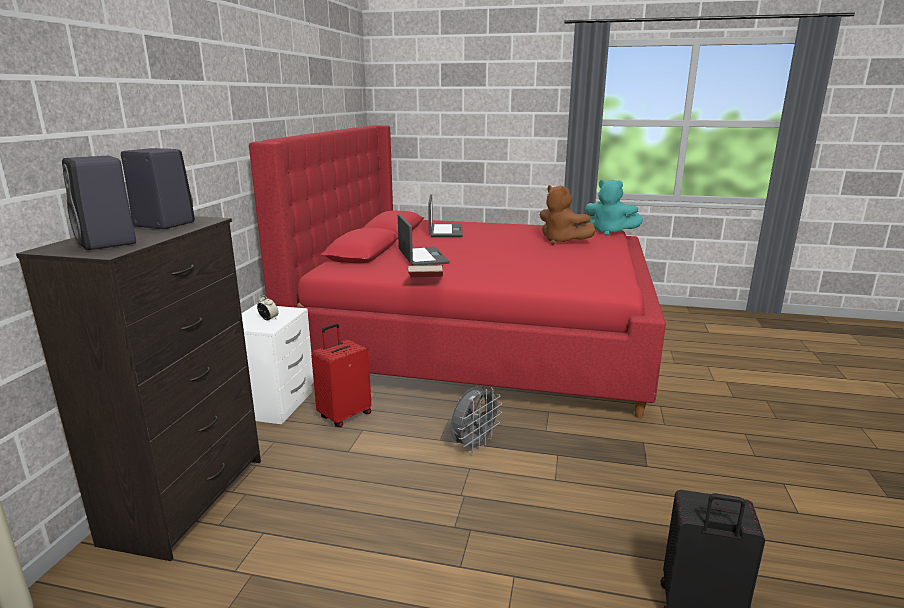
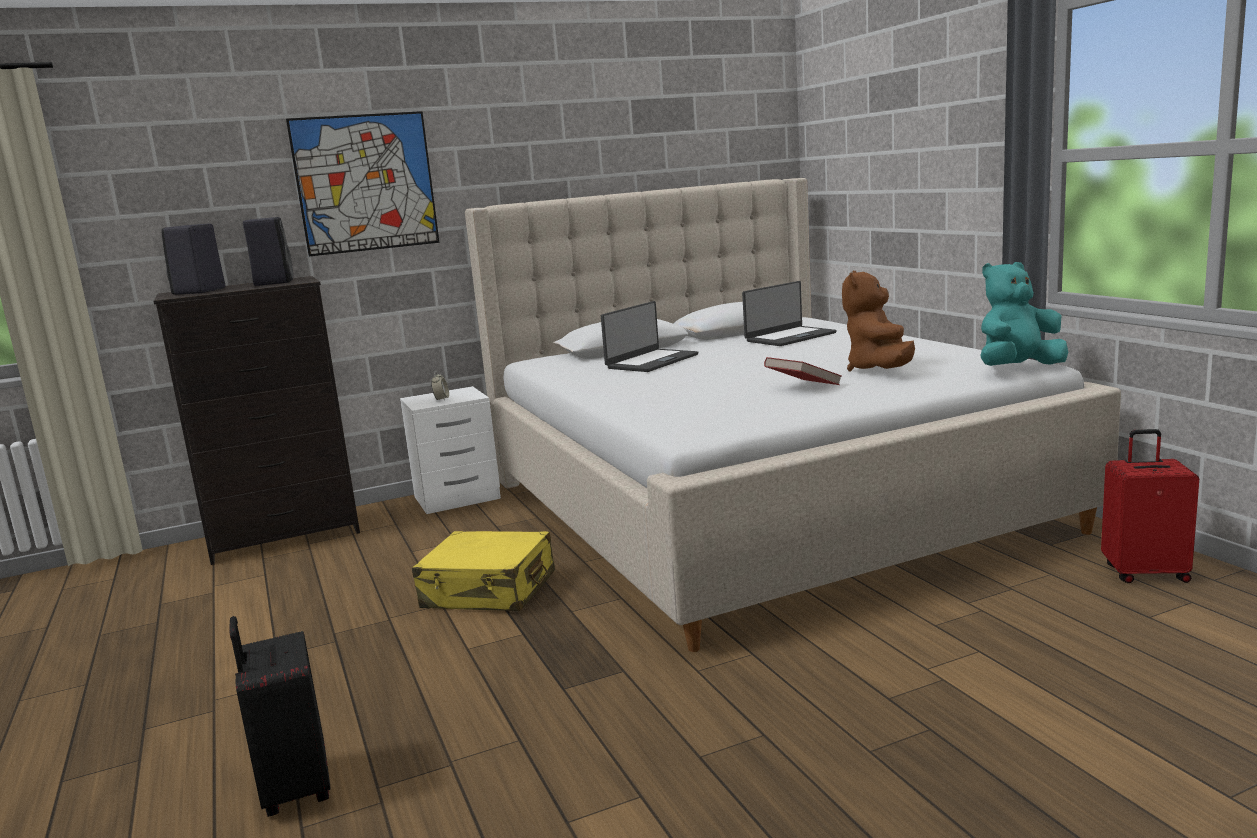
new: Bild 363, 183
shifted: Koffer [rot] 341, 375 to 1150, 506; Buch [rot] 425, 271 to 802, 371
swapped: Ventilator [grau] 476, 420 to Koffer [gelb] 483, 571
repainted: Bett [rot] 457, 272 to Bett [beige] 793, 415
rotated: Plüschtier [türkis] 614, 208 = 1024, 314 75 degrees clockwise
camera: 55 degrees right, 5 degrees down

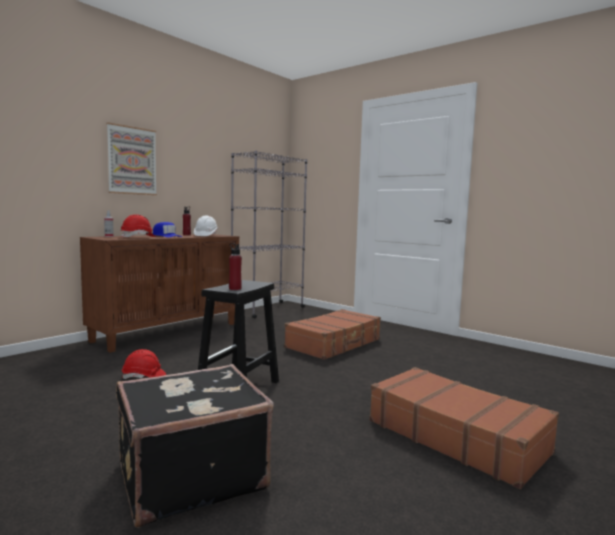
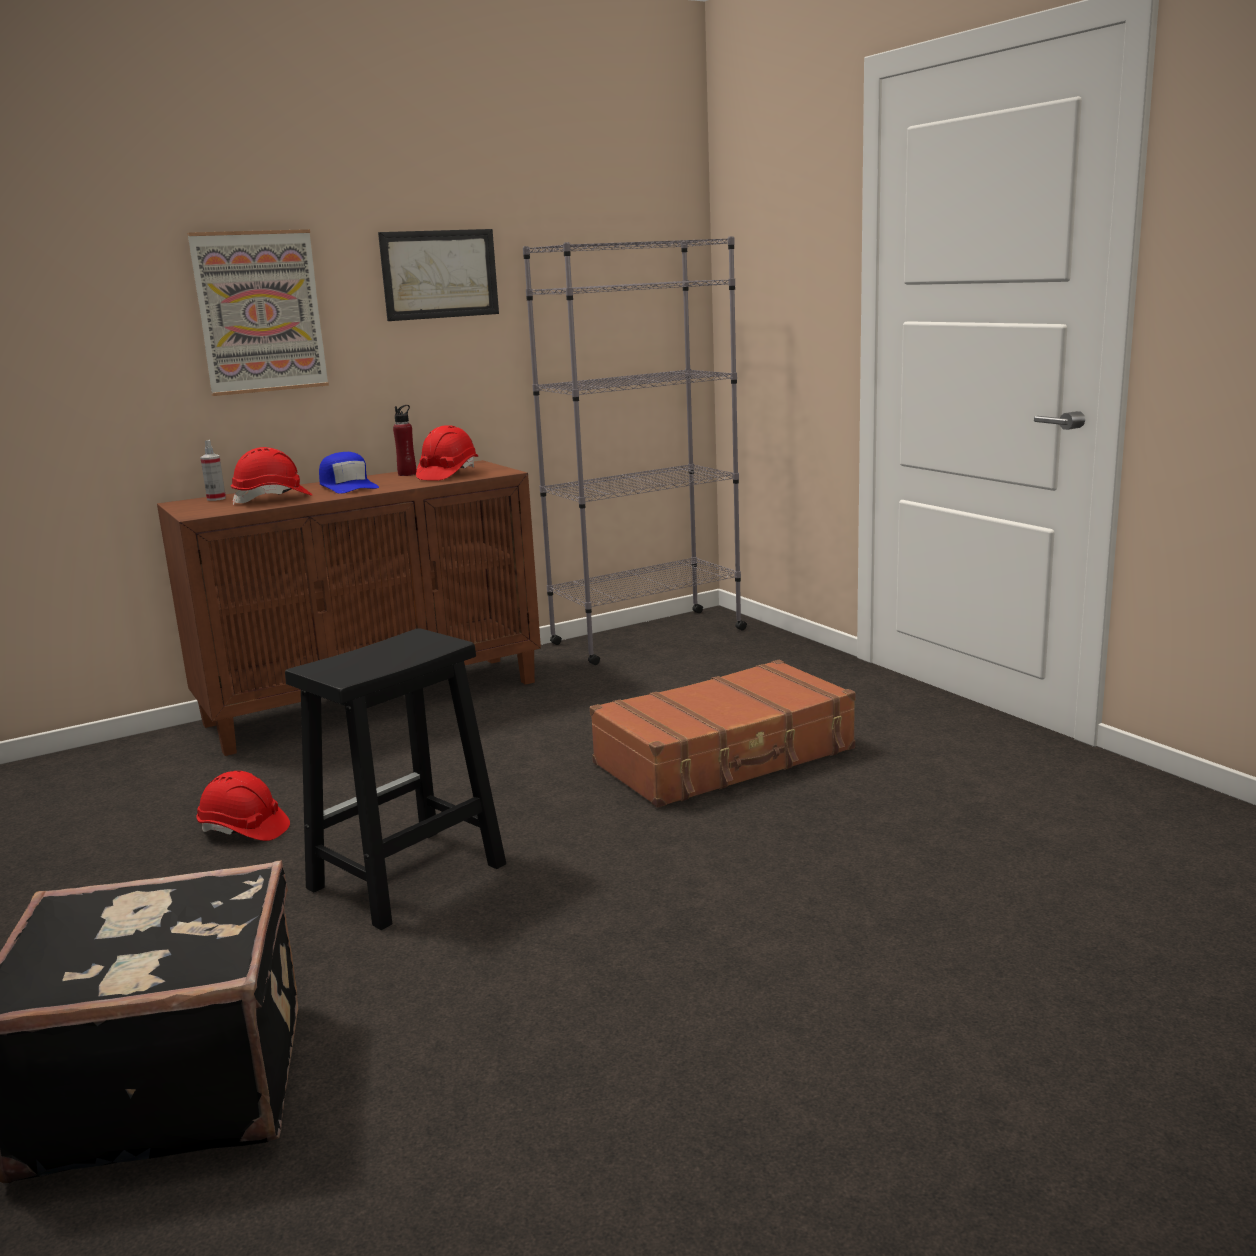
gone: Flasche [rot] 235, 266; Koffer [braun] 464, 428
new: Bild 438, 275
repainted: Schutzhelm [weiß] 206, 226 to Schutzhelm [rot] 447, 453
camera: 20 degrees right, 10 degrees up

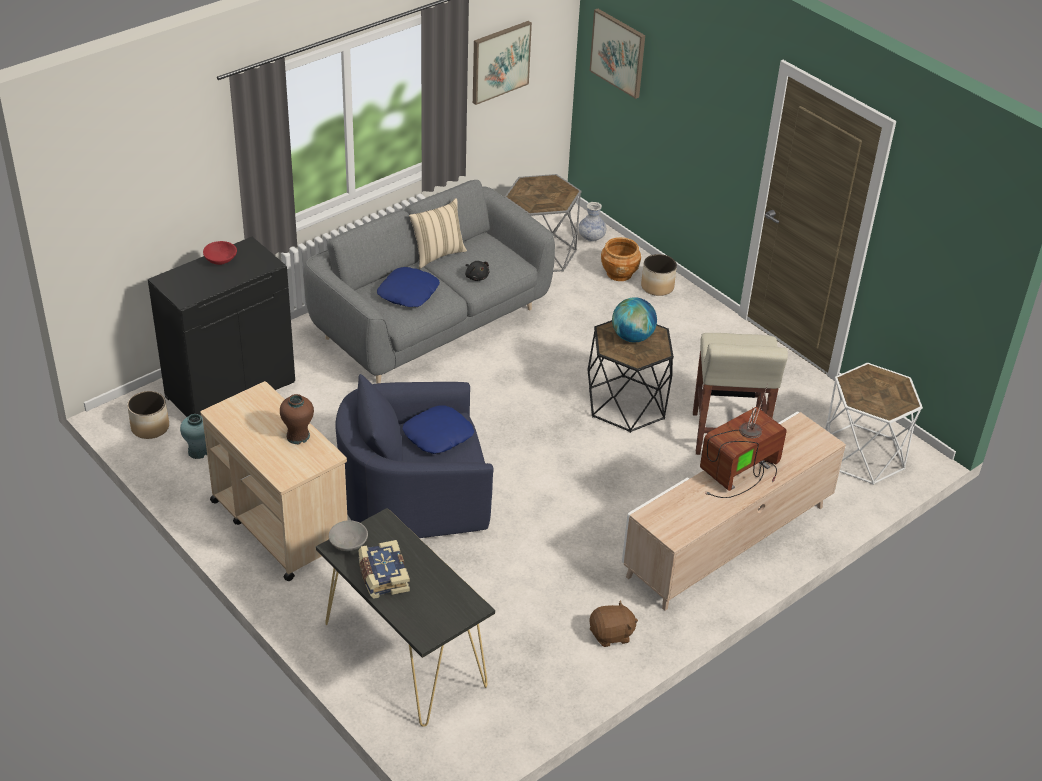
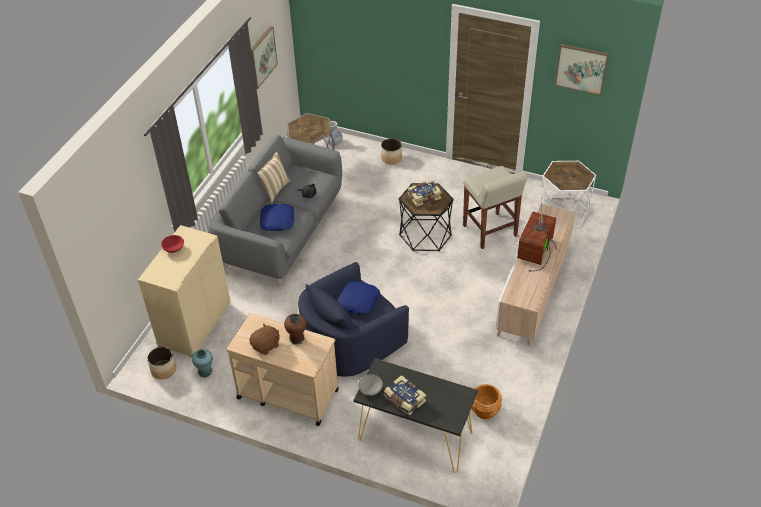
shifted: Plüschtier [braun] 613, 623 to 264, 339; Bild 617, 54 to 582, 69; Pflanzkübel [braun] 621, 259 to 486, 401
swapped: Globus 634, 320 to Buch 425, 193
repainted: Schrank [schwarz] 221, 327 to Schrank [beige] 184, 291
camera: 25 degrees left, 5 degrees up

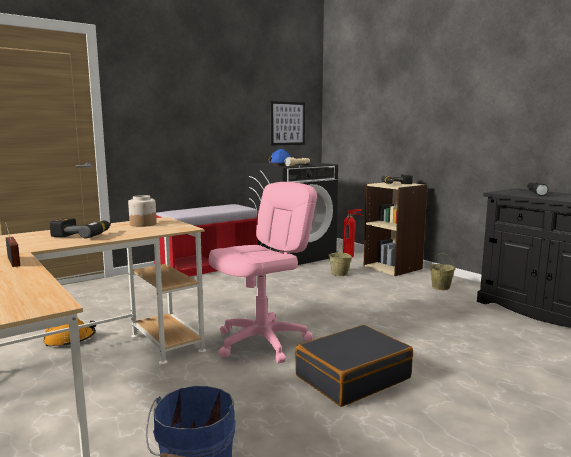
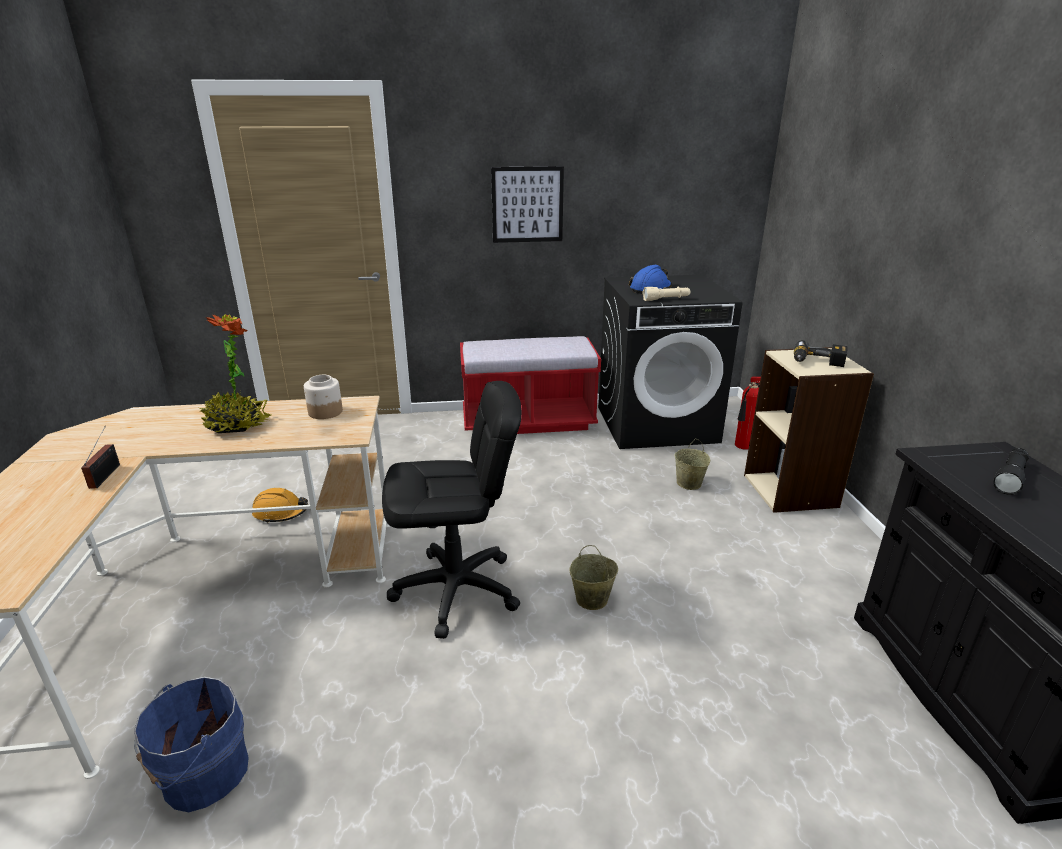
gone: Koffer [schwarz] 354, 366
shifted: Bild 288, 123 to 527, 204; Eimer [beige] 442, 271 to 594, 577
swapped: Bohrmaschine 80, 228 to Topfpflanze 235, 373
repainted: Bürostuhl [rosa] 263, 272 to Bürostuhl [schwarz] 452, 510
camera: 30 degrees right, 15 degrees up

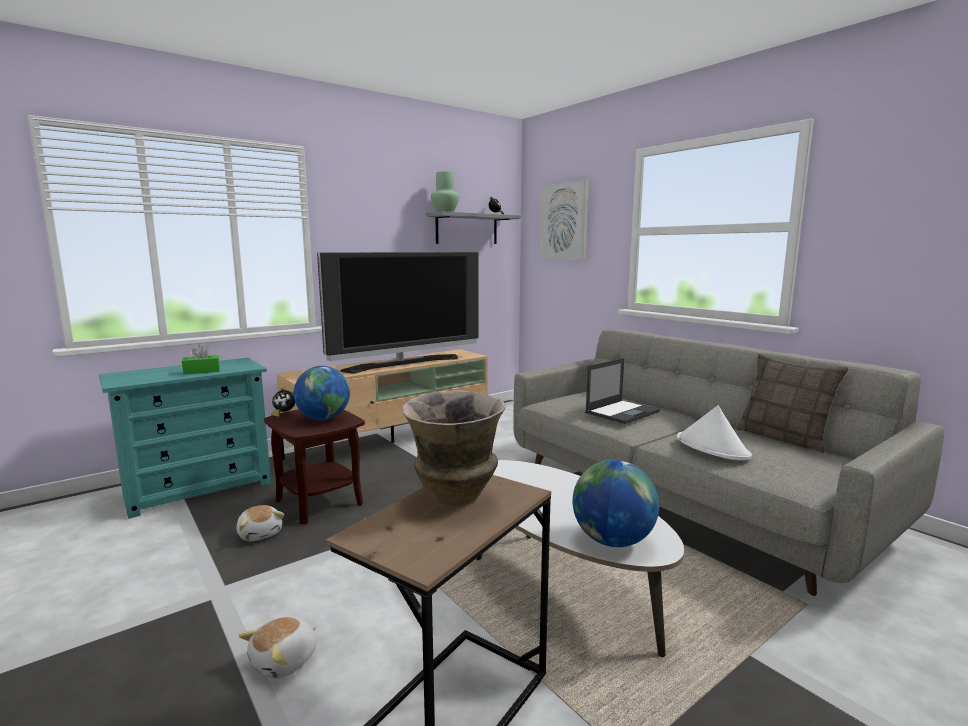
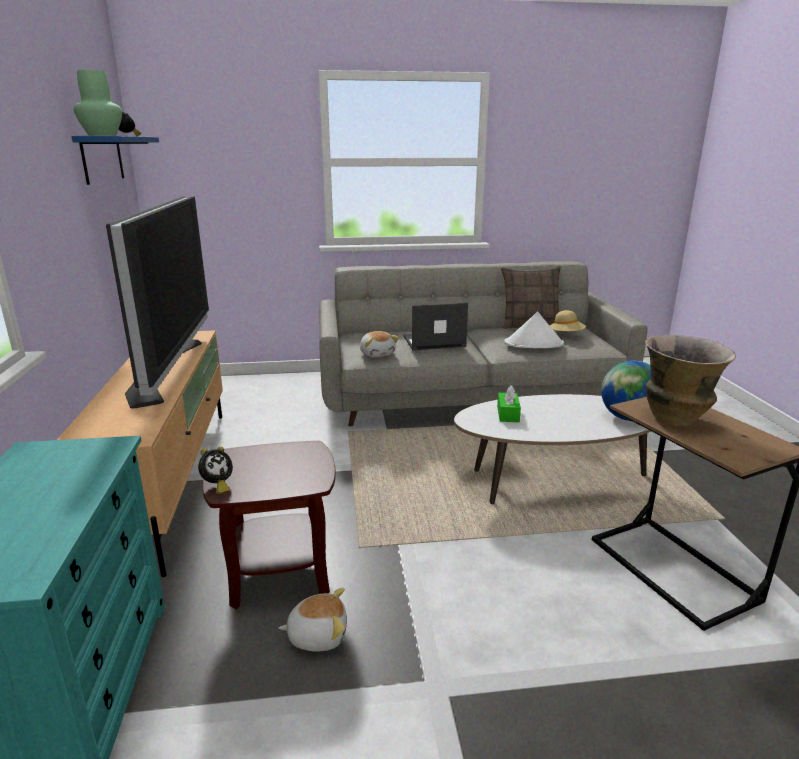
gone: Globus 322, 393; Bild 564, 219
new: Hut [beige] 567, 320
shifted: Taschentuchbox [grün] 201, 360 to 509, 404; Plüschtier 278, 648 to 379, 344
repainted: Wandregal [grau] 473, 227 to Wandregal [blau] 115, 160
rotated: Laptop 622, 391 = 436, 326 90 degrees counterclockwise
camera: 60 degrees left, 10 degrees up

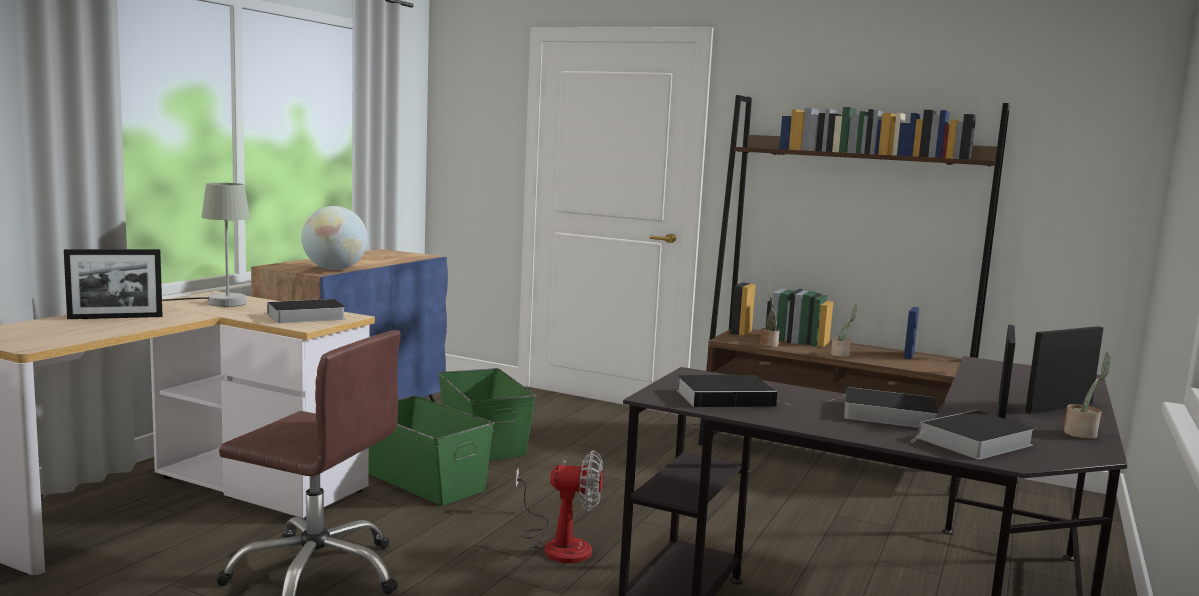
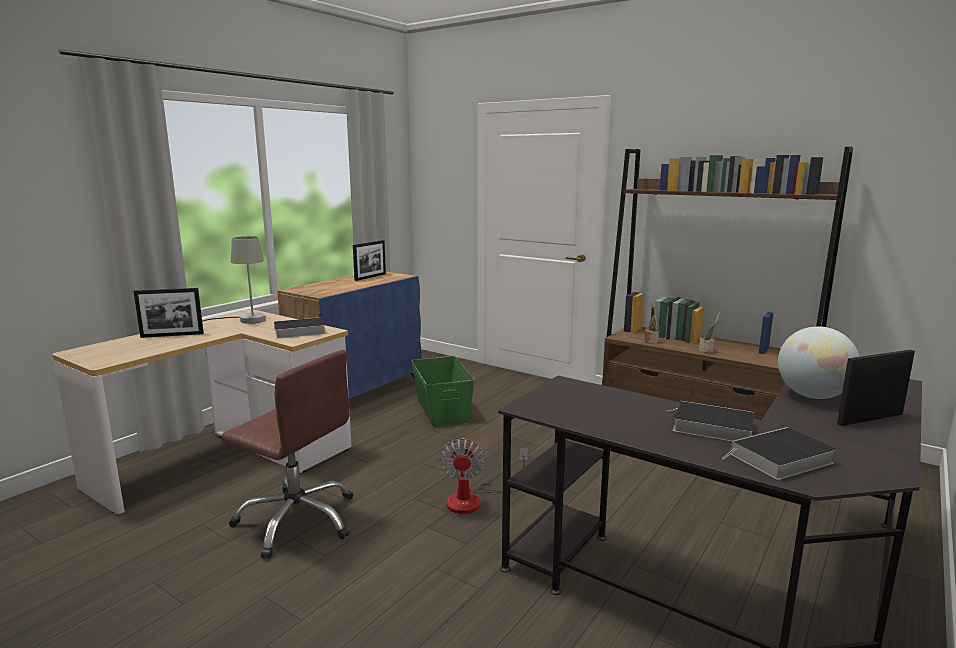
gone: Aufbewahrungsbox [grün] 431, 451; Buch 730, 391; Topfpflanze 1087, 395
shifted: Globus 334, 238 to 819, 362; Bilderrahmen 1006, 372 to 369, 260
rotated: Ventilator 559, 506 = 484, 476 75 degrees clockwise
camera: 10 degrees right, 5 degrees up

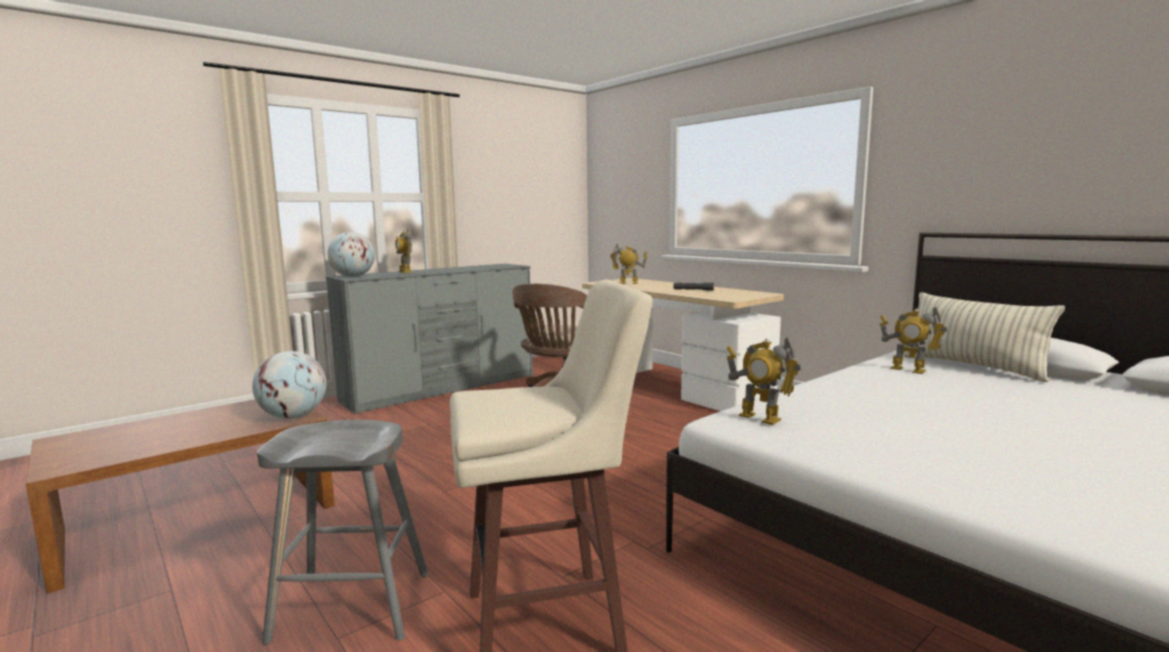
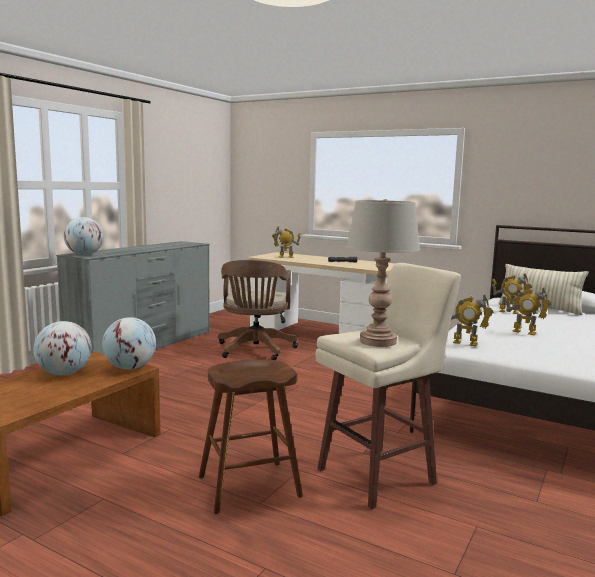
new: Globus 63, 348; Tischlampe [grau] 383, 273
shifted: Spielzeugroboter 404, 250 to 528, 311
repainted: Hocker [grau] 342, 532 to Hocker [braun] 251, 436
camera: 20 degrees left, 0 degrees up

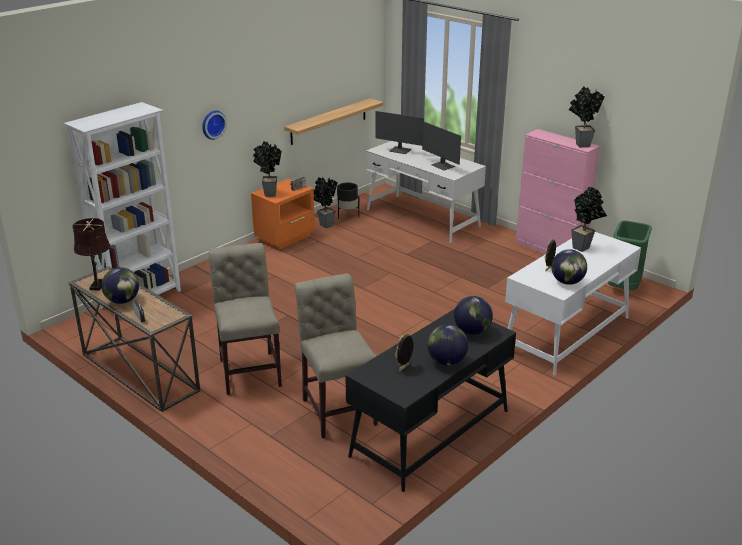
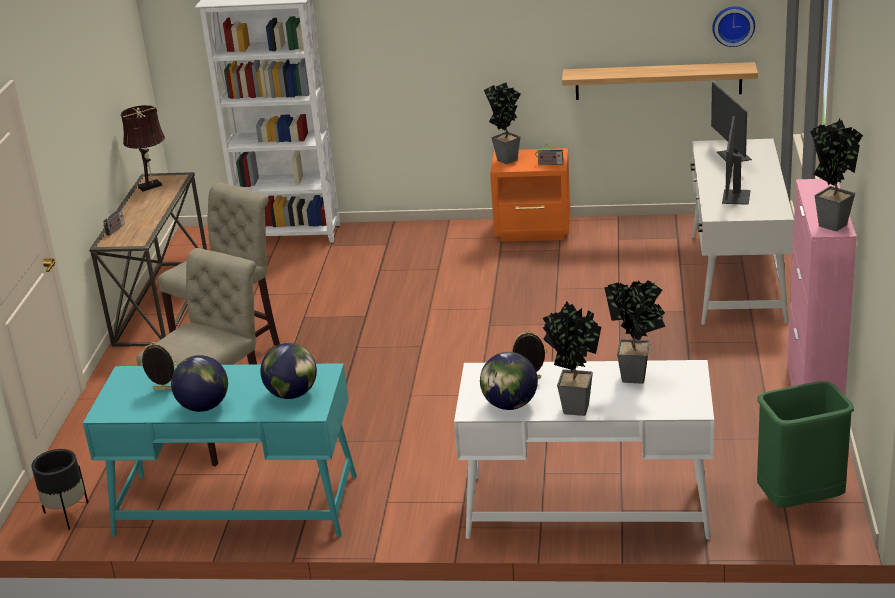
gone: Globus 120, 285
shifted: Wanduhr 214, 125 to 733, 26; Topfpflanze 325, 202 to 572, 359; Pflanzkübel [schwarz] 348, 201 to 59, 489
repainted: Schreibtisch [schwarz] 430, 400 to Schreibtisch [türkis] 220, 450
camera: 55 degrees right, 0 degrees up

